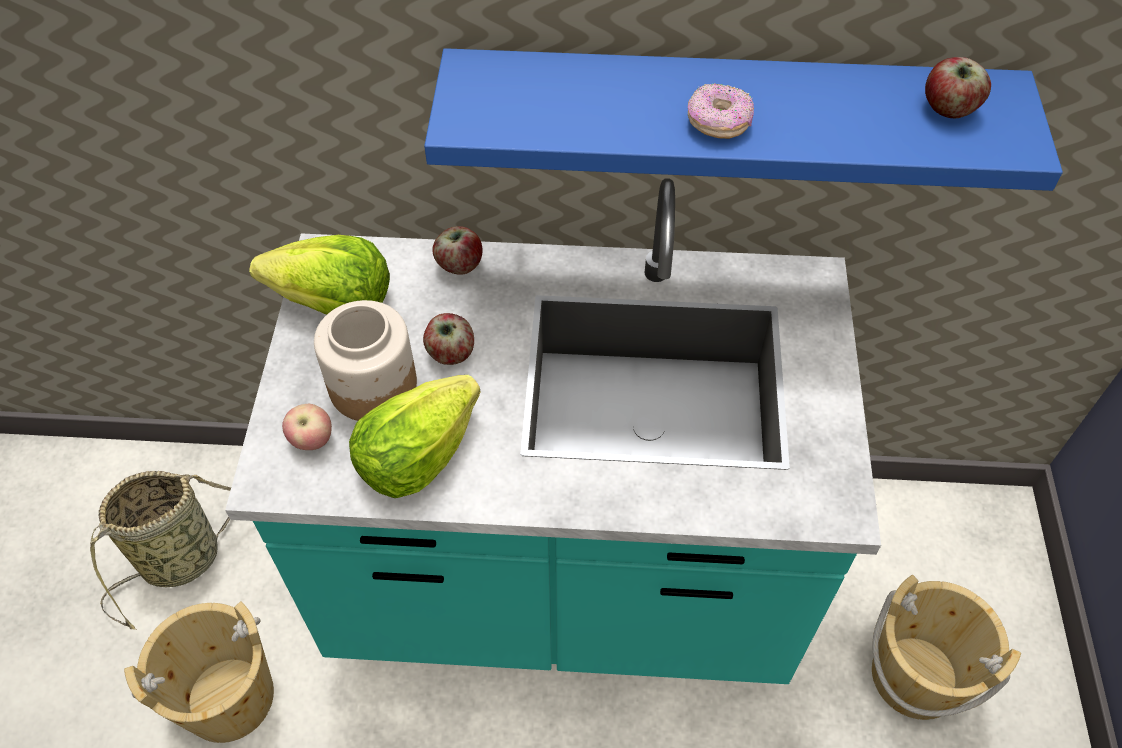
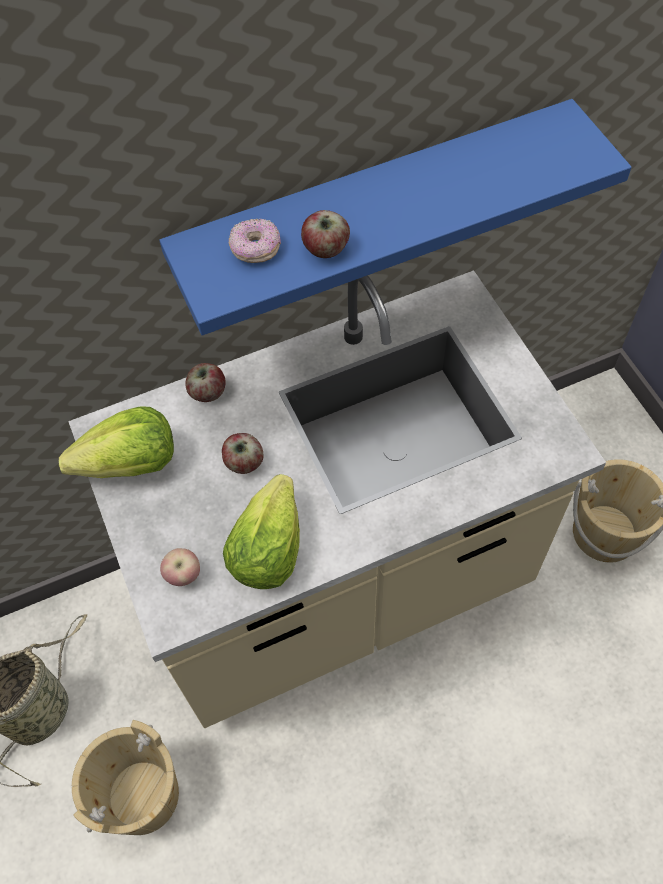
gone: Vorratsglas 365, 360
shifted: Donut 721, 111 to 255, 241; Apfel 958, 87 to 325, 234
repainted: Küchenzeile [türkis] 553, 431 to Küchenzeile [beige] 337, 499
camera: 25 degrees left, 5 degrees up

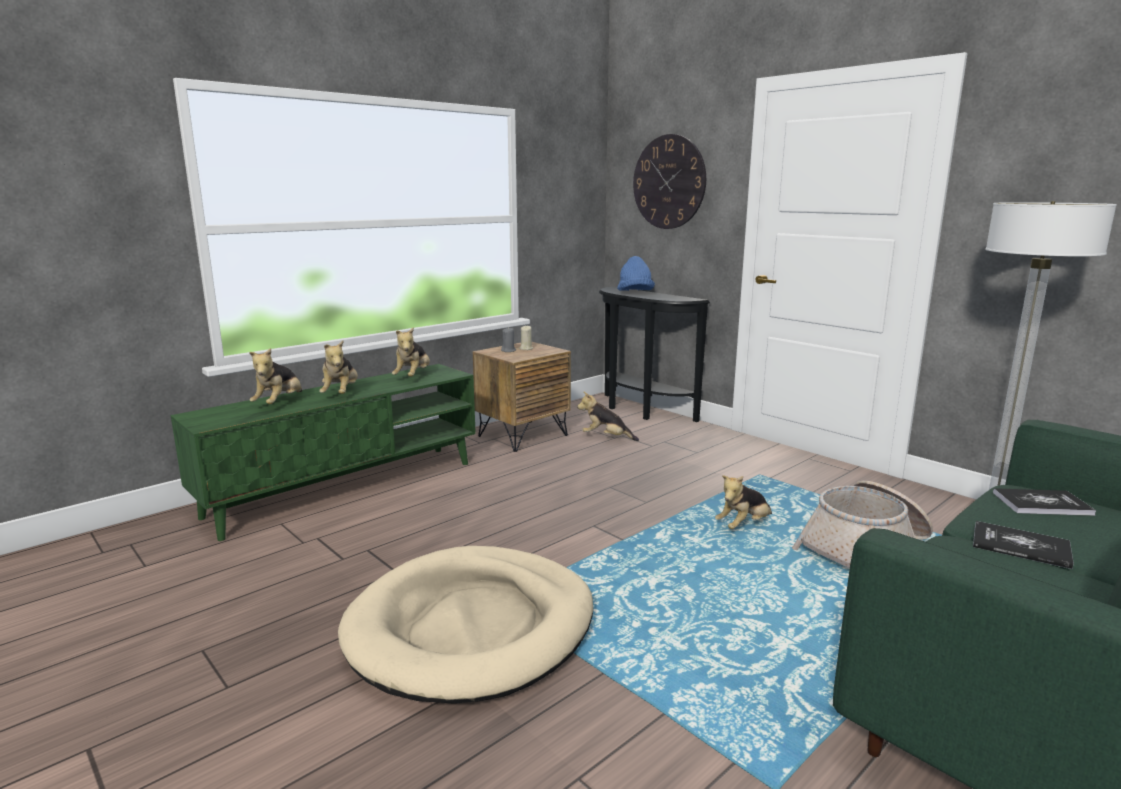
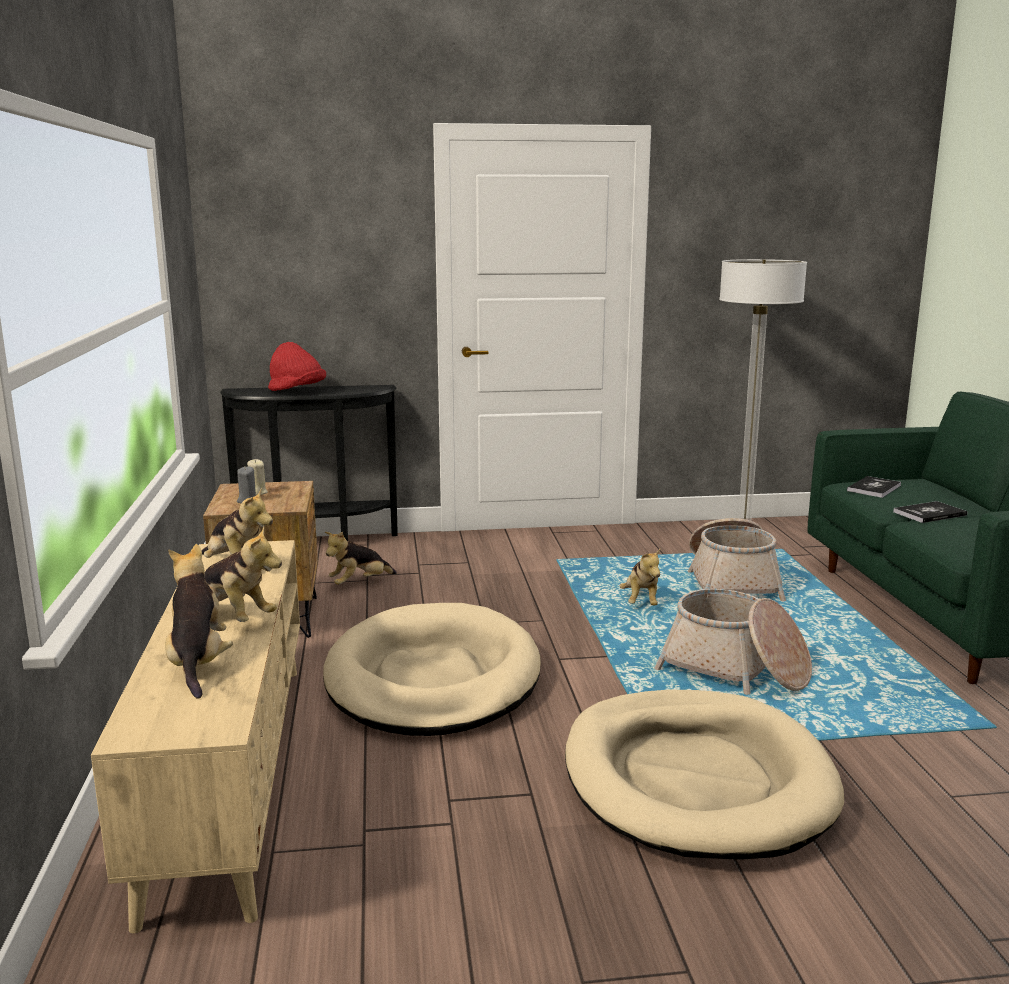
gone: Wanduhr 669, 181
new: Hundebett [beige] 432, 669; Korb 733, 641
repainted: Fernsehschrank [grün] 323, 452 to Fernsehschrank [beige] 195, 737; Hut [blau] 636, 273 to Hut [rot] 297, 366
rotated: Plüschtier 275, 376 = 199, 621 150 degrees counterclockwise
camera: 55 degrees left, 0 degrees up

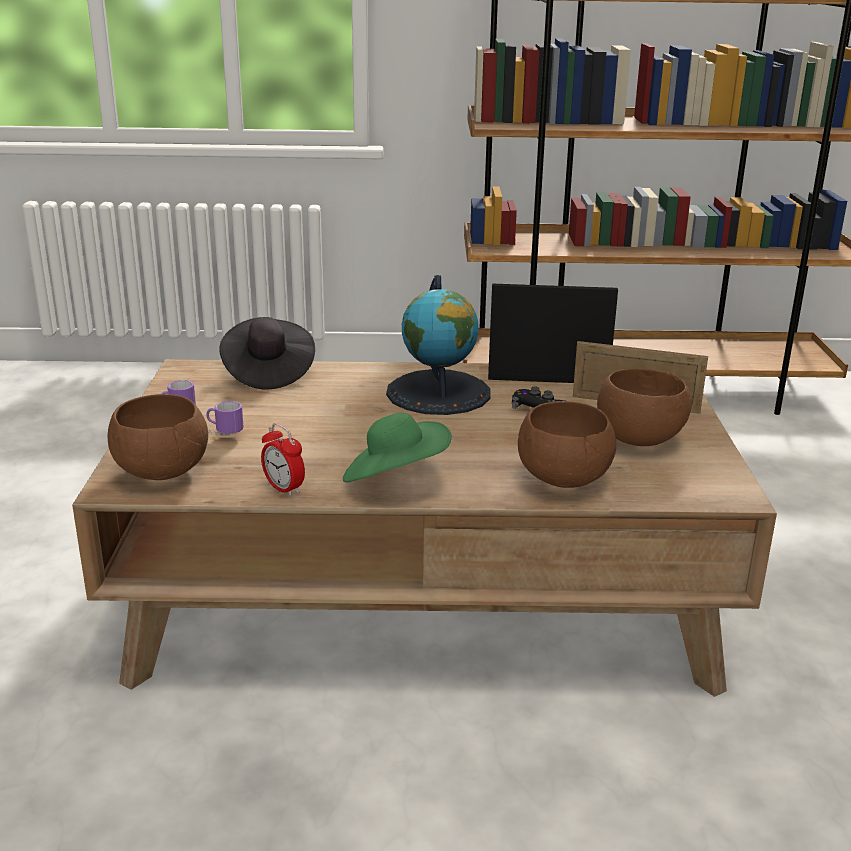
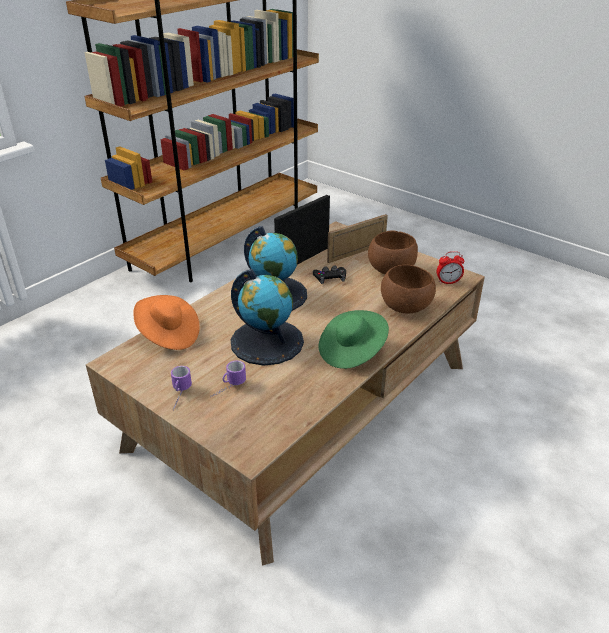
gone: Schüssel [braun] 158, 437
new: Globus 267, 317
shifted: Wecker 283, 460 to 450, 267
repainted: Hut [schwarz] 267, 353 to Hut [orange] 167, 322
camera: 50 degrees left, 10 degrees up

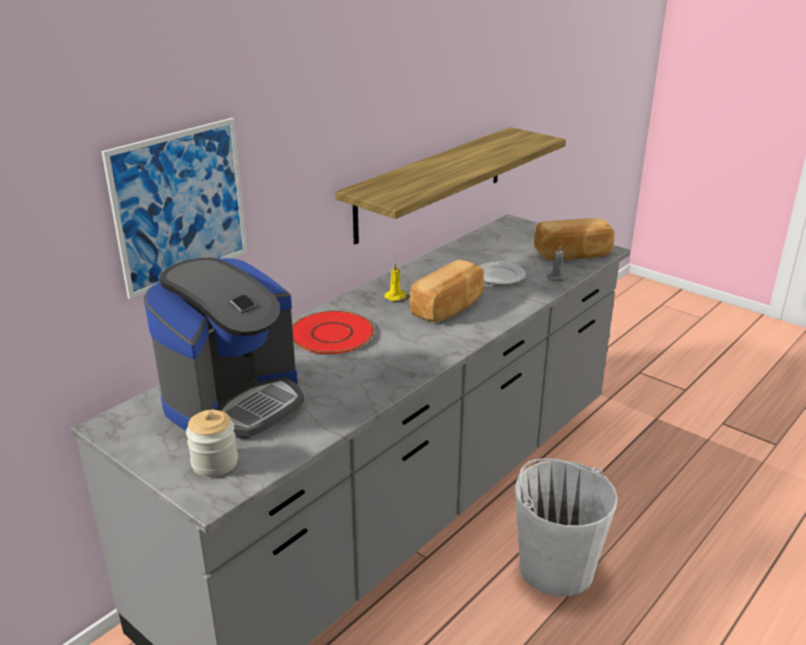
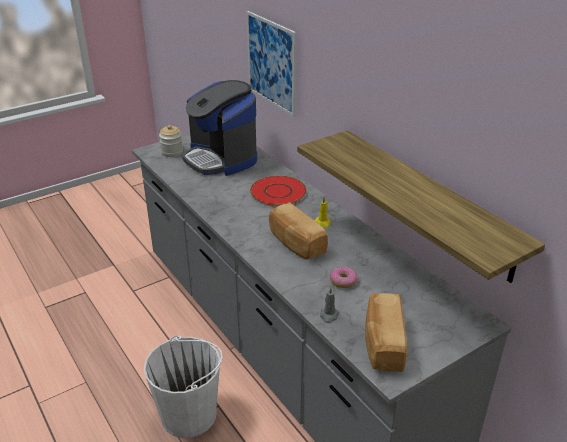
swapped: Teller 503, 273 to Donut 343, 277
camera: 105 degrees right, 5 degrees up

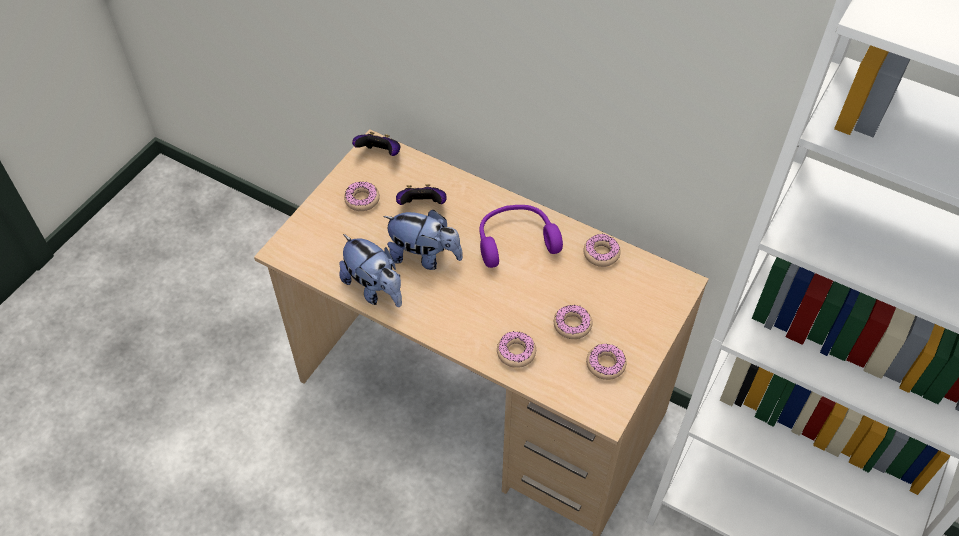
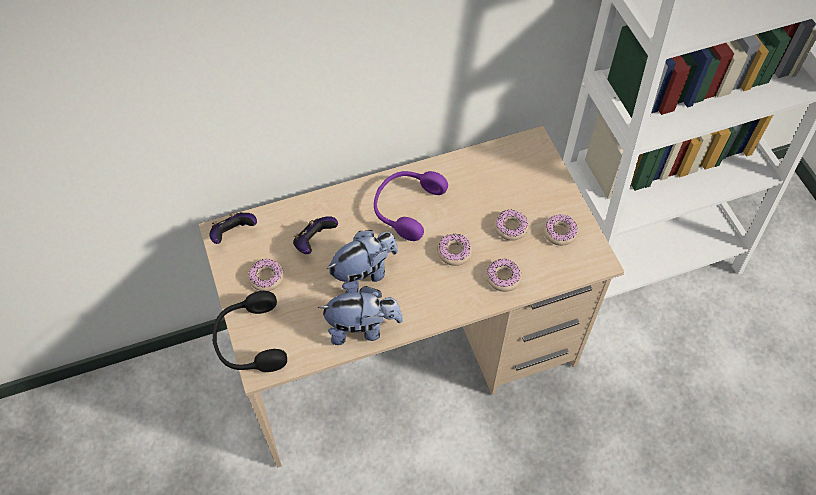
new: Kopfhörer [schwarz] 249, 331
shifted: Donut 602, 250 to 455, 250
camera: 50 degrees left, 5 degrees up

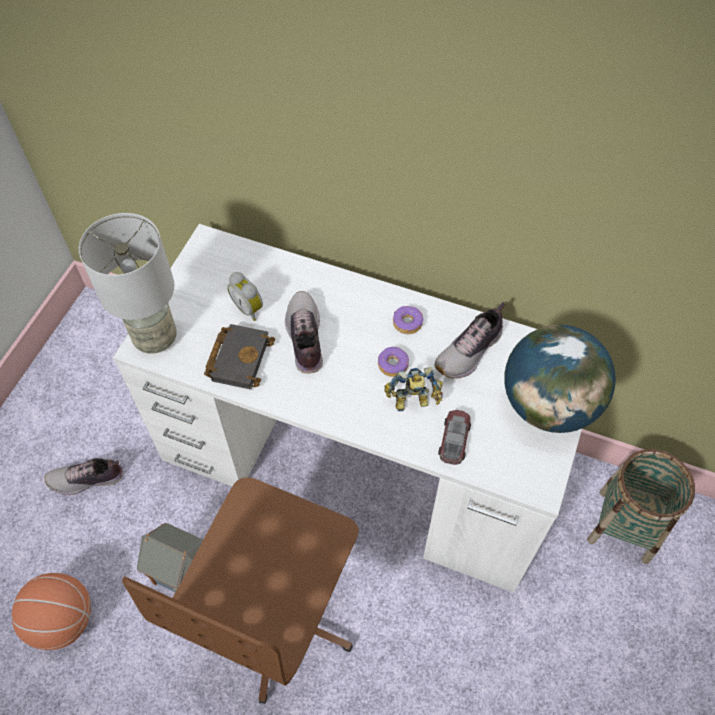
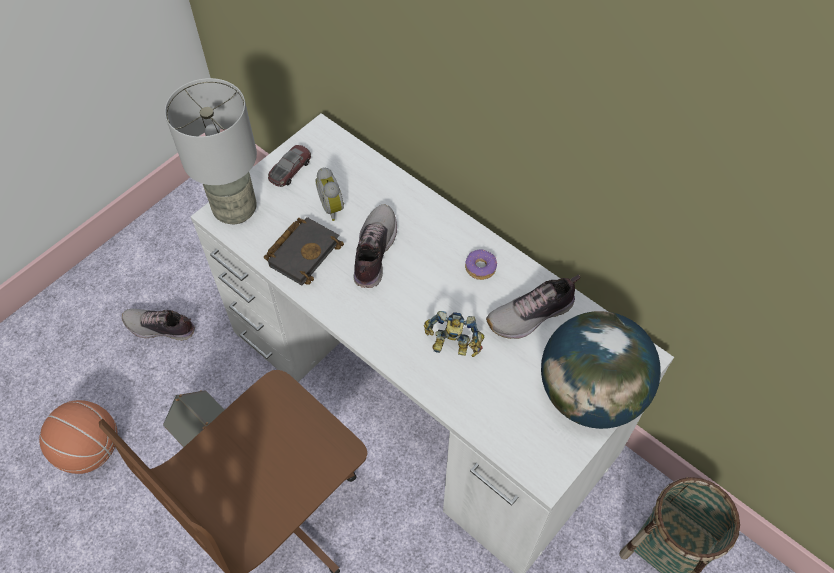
gone: Donut 393, 362
shifted: Spielzeugauto 454, 437 to 289, 166
camera: 20 degrees right, 0 degrees up

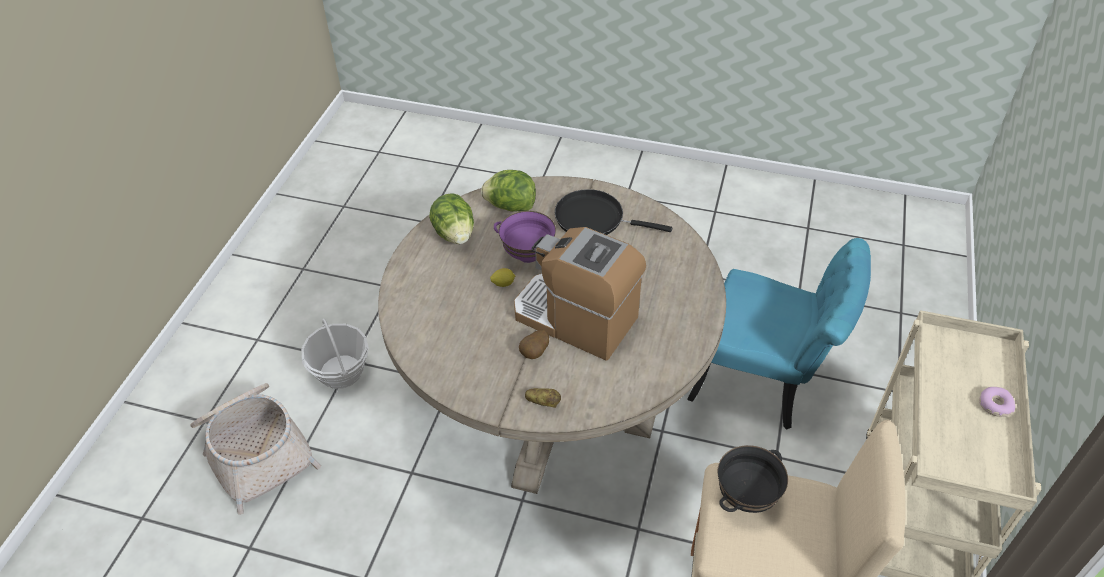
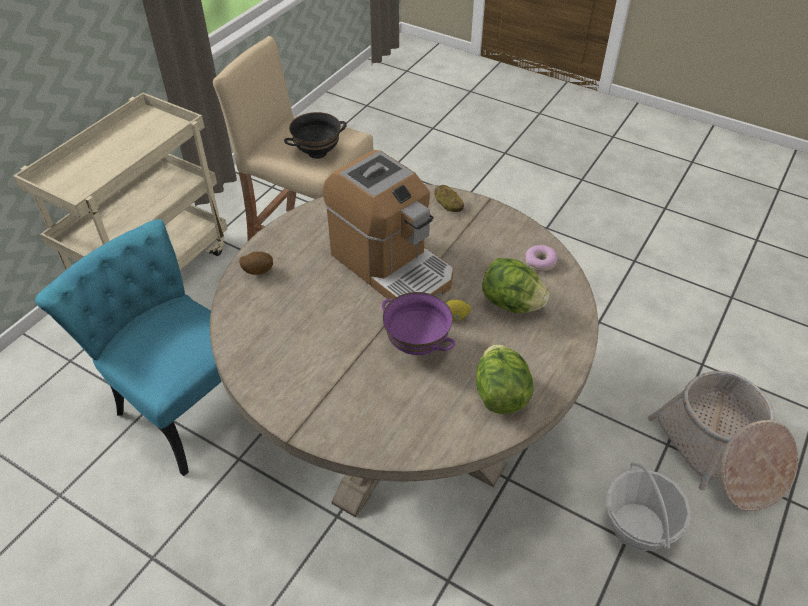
gone: Pfanne [schwarz] 614, 212
shifted: Salatkopf 508, 190 to 515, 285; Kartoffel 534, 344 to 256, 263; Donut 997, 402 to 542, 258
camera: 165 degrees left, 0 degrees up

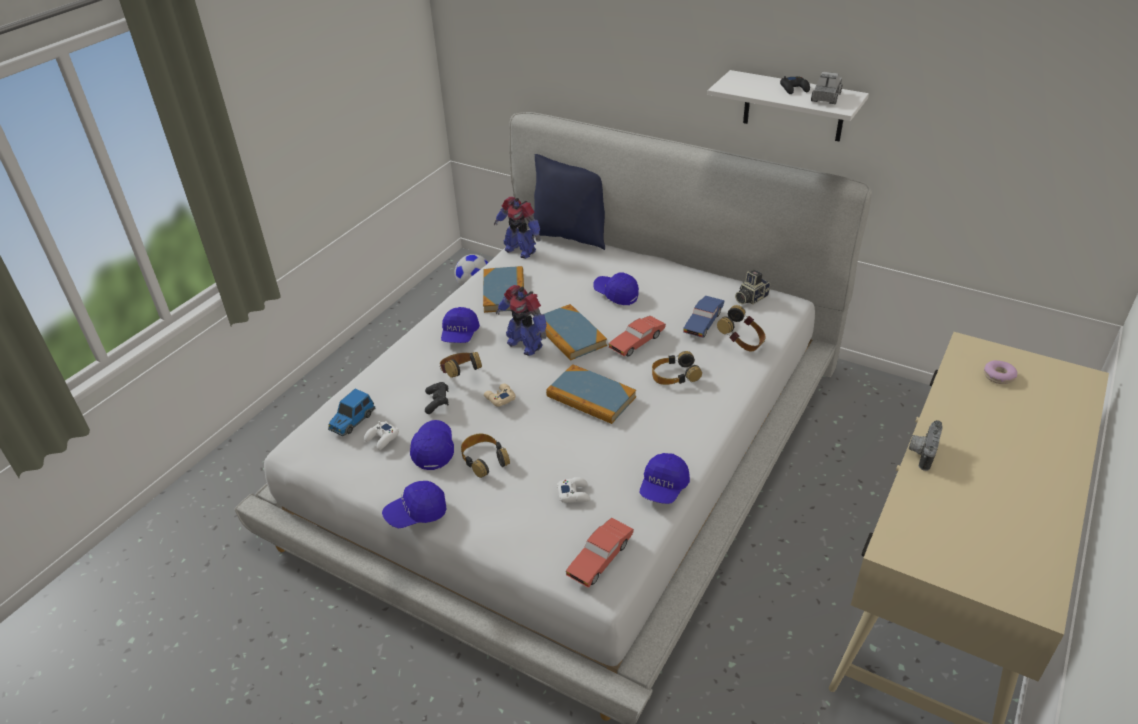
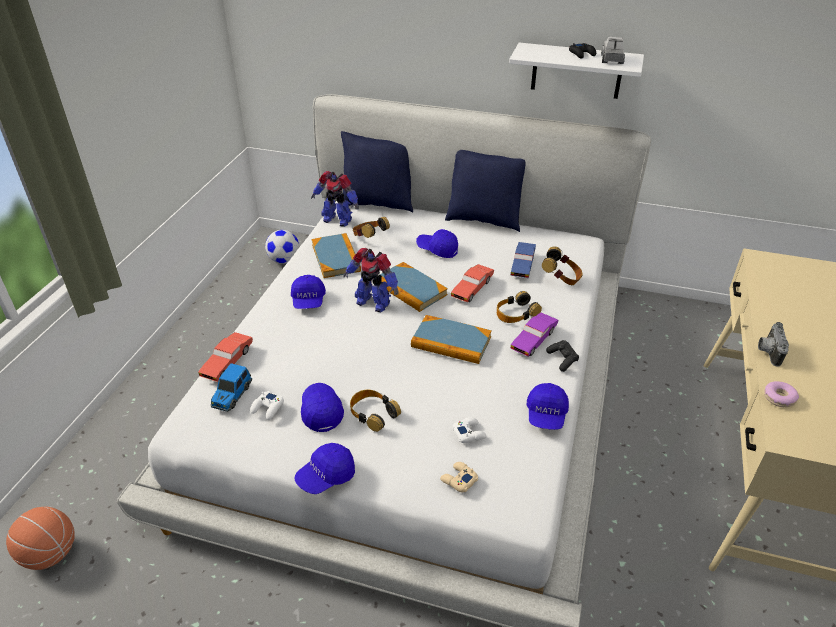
gone: Kamera 752, 287
new: Basketball 40, 538; Kissen [blau] 485, 191; Spielzeugauto [lila] 534, 335
shifted: Gamepad [schwarz] 437, 398 to 562, 356; Kopfhörer 461, 364 to 371, 227; Gamepad [beige] 500, 395 to 459, 477; Spielzeugauto [rot] 600, 553 to 225, 357; Donut 1000, 372 to 781, 394
camera: 15 degrees left, 0 degrees up

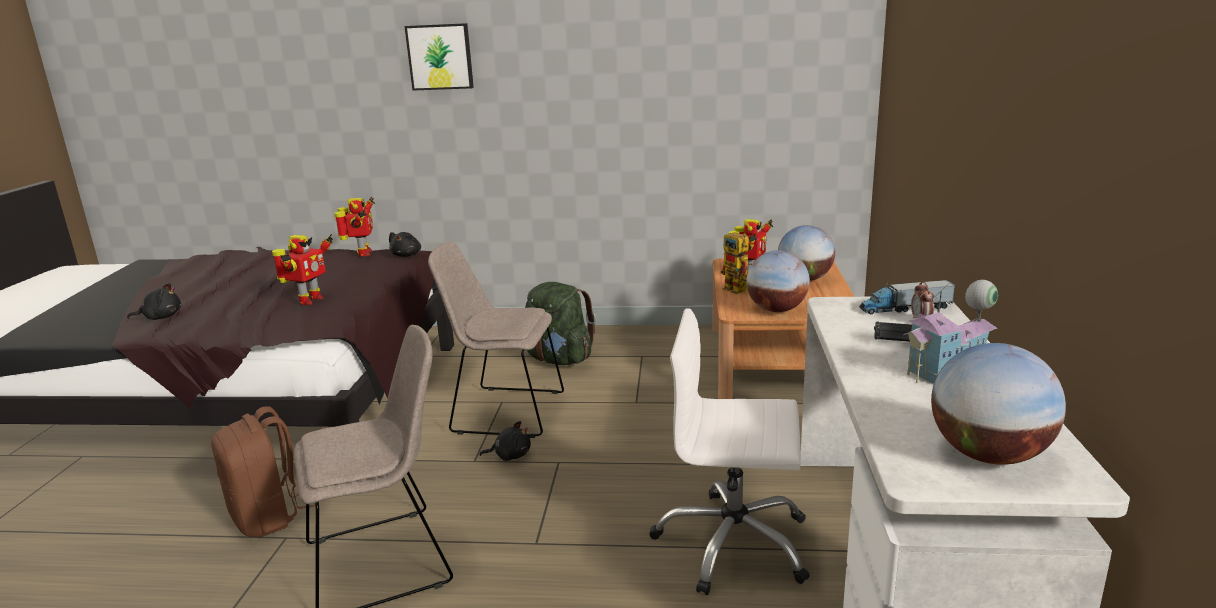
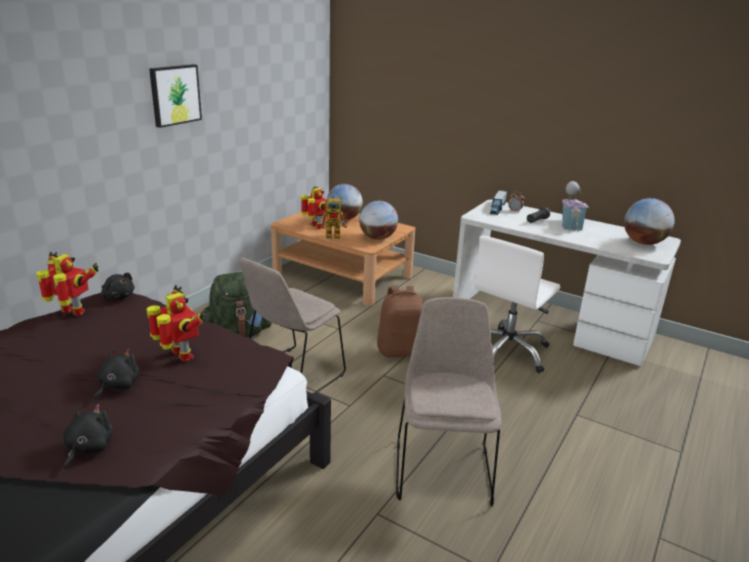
shifted: Rucksack [braun] 263, 471 to 400, 321; Bild 439, 57 to 175, 96; Plüschtier [schwarz] 505, 441 to 116, 374
camera: 65 degrees left, 5 degrees up

